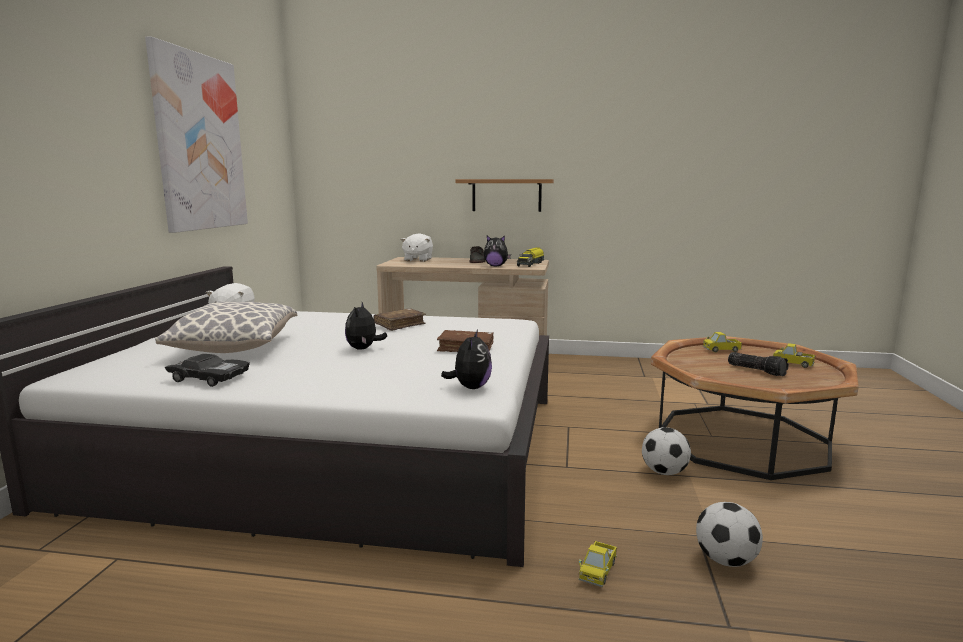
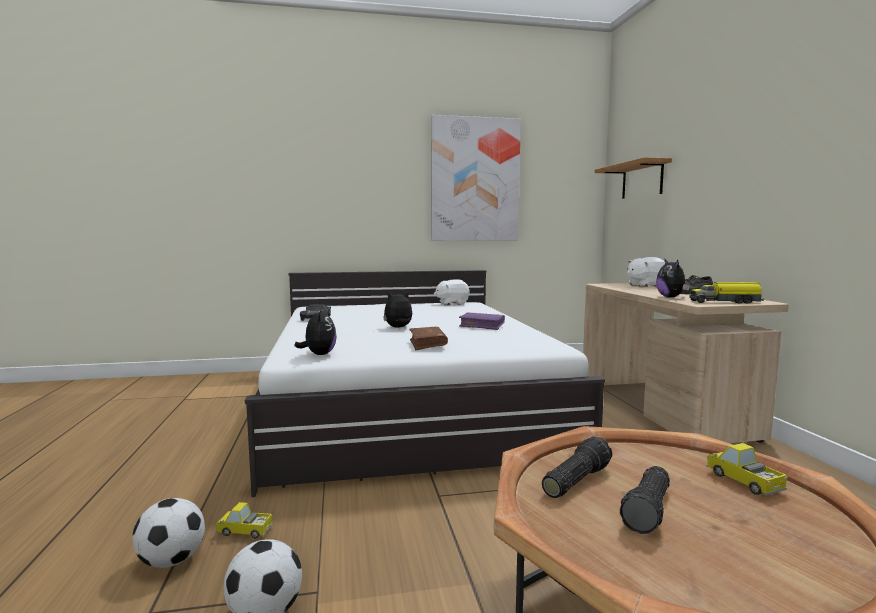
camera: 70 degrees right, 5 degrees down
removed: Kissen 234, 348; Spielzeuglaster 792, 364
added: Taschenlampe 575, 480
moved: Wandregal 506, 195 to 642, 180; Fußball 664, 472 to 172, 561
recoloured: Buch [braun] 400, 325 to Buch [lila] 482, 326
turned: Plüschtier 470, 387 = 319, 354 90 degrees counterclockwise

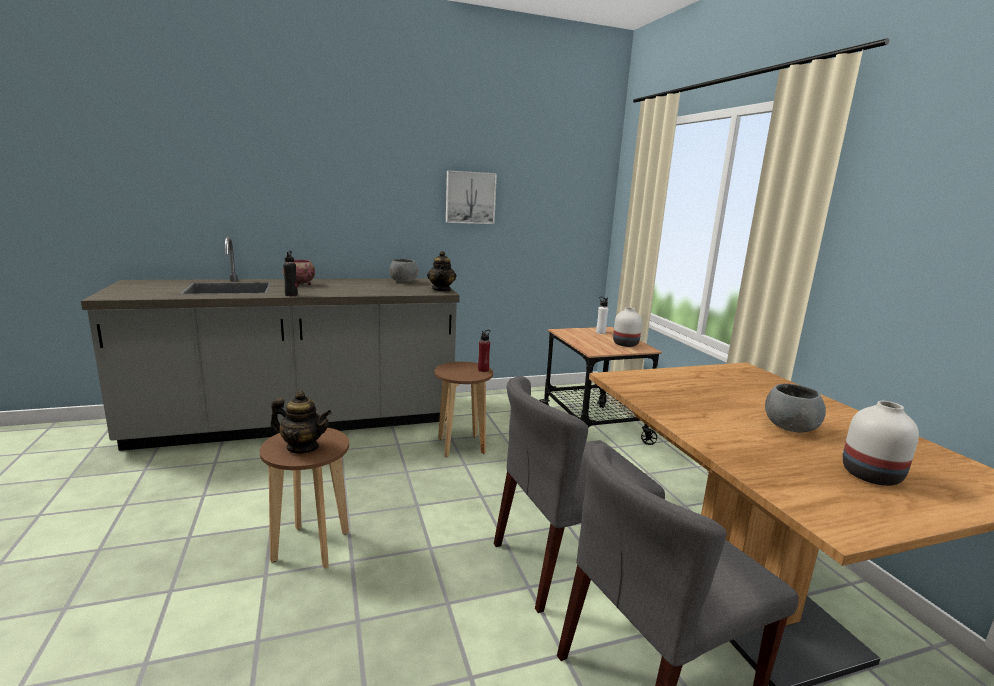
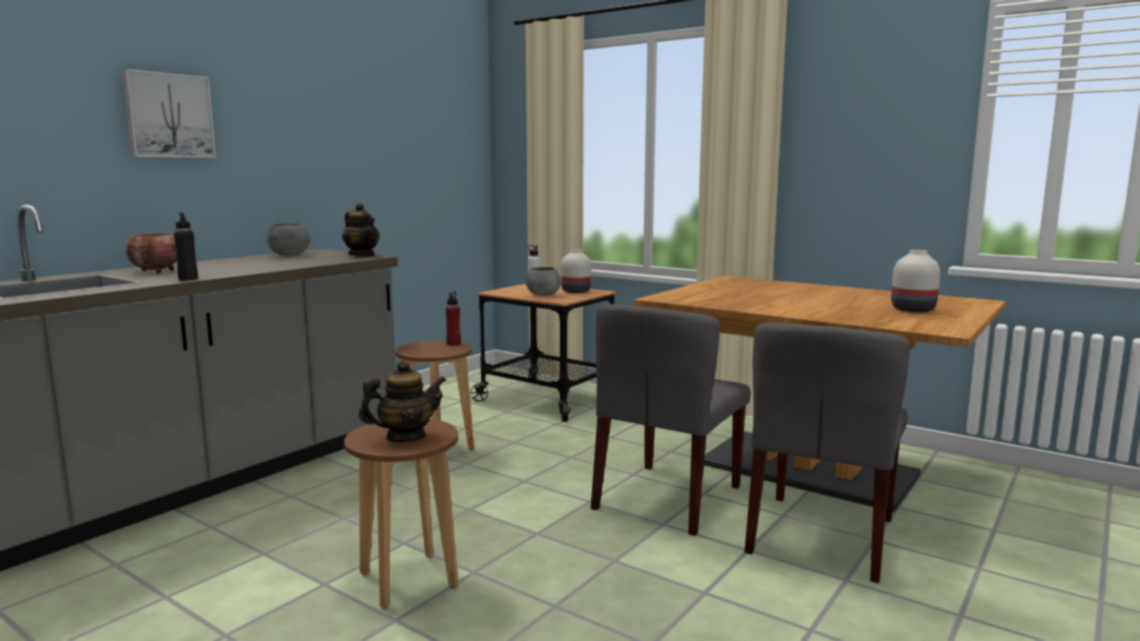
camera: 35 degrees left, 5 degrees down
moved: Bild 470, 197 to 168, 116; Schüssel [grau] 789, 428 to 543, 295

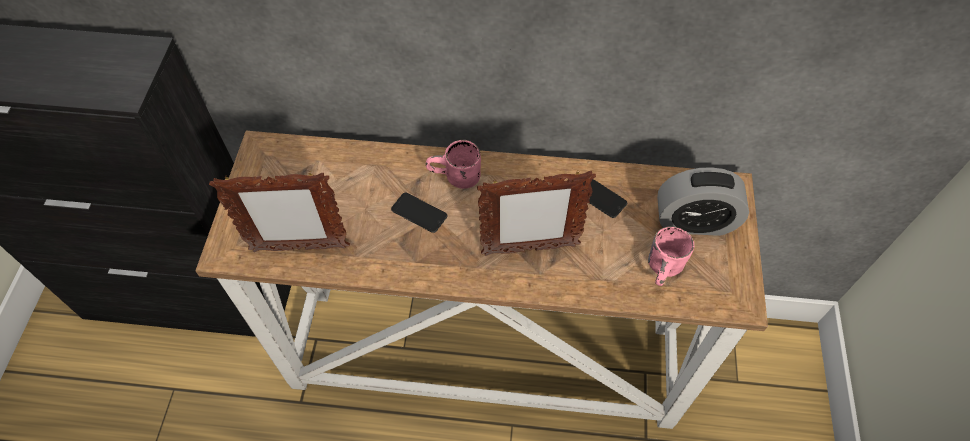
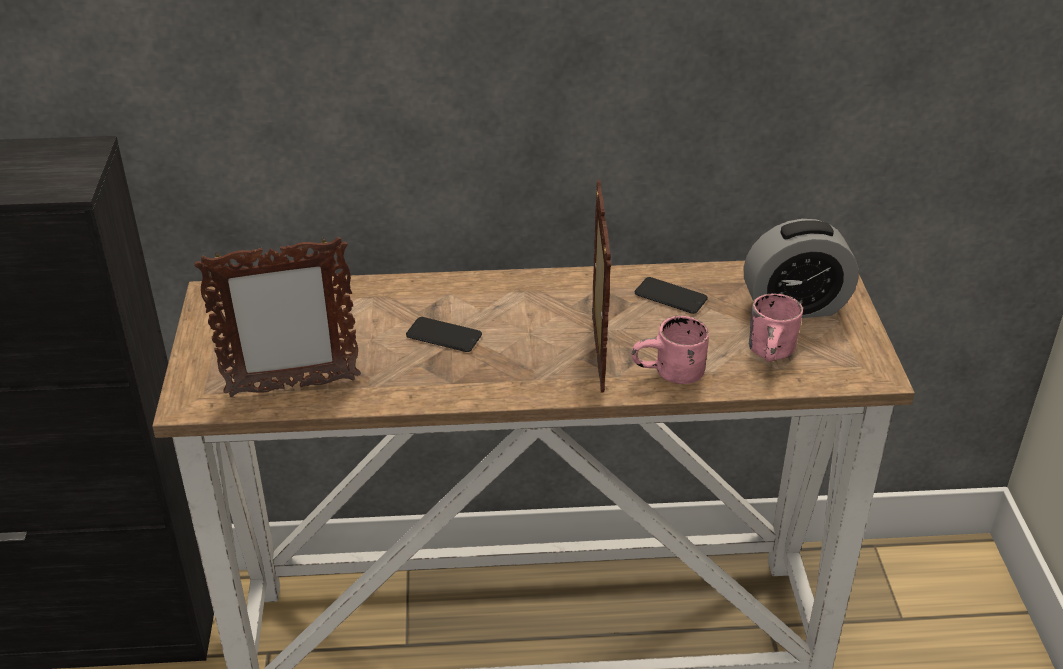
camera: 10 degrees left, 20 degrees down
moved: Henkelbecher [rosa] 455, 179 to 671, 375
turned: Bilderrahmen 529, 249 = 596, 354 75 degrees counterclockwise

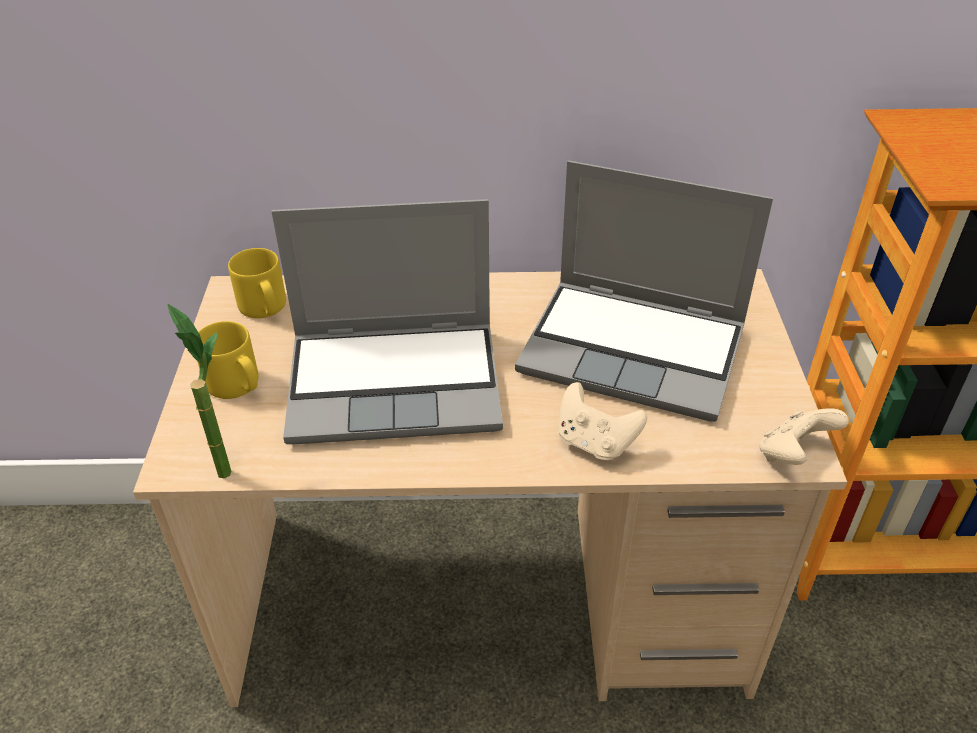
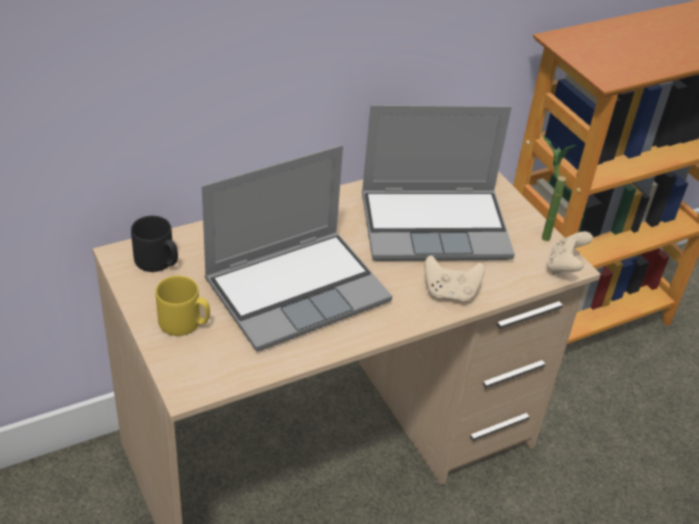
camera: 30 degrees left, 0 degrees up
moved: Topfpflanze 223, 462 to 538, 233
recoloured: Henkelbecher [gelb] 264, 308 to Henkelbecher [schwarz] 158, 262

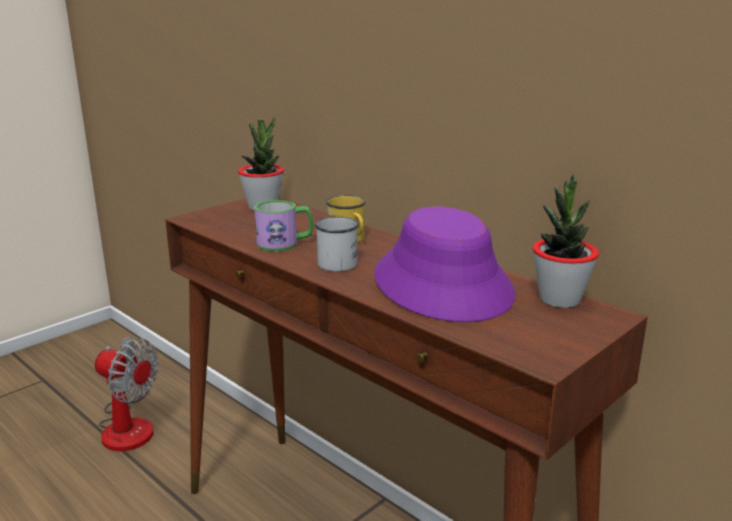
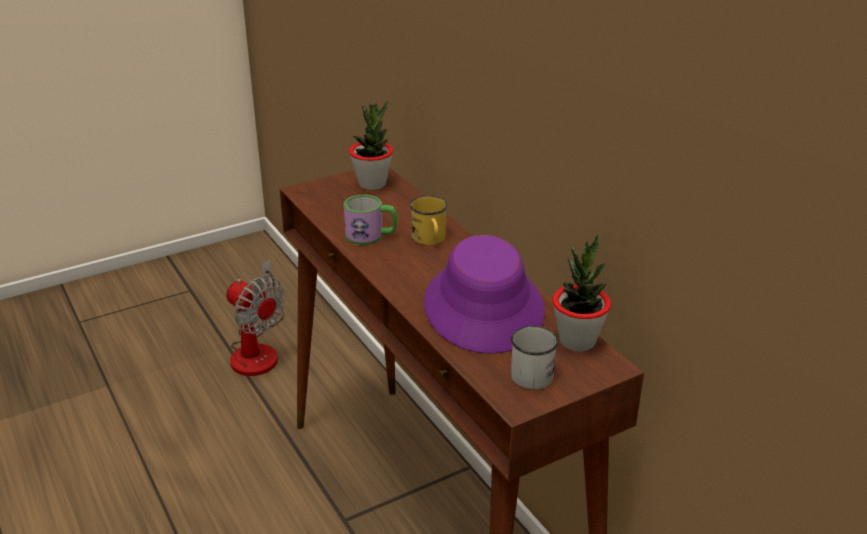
camera: 15 degrees right, 10 degrees up
moved: Henkelbecher [weiß] 336, 261 to 532, 372

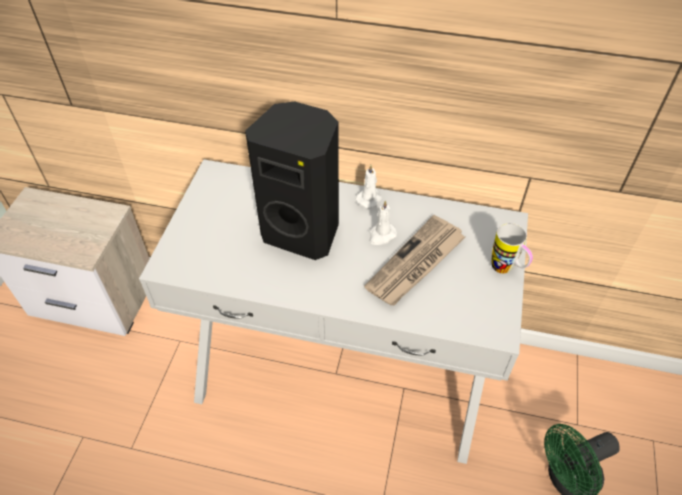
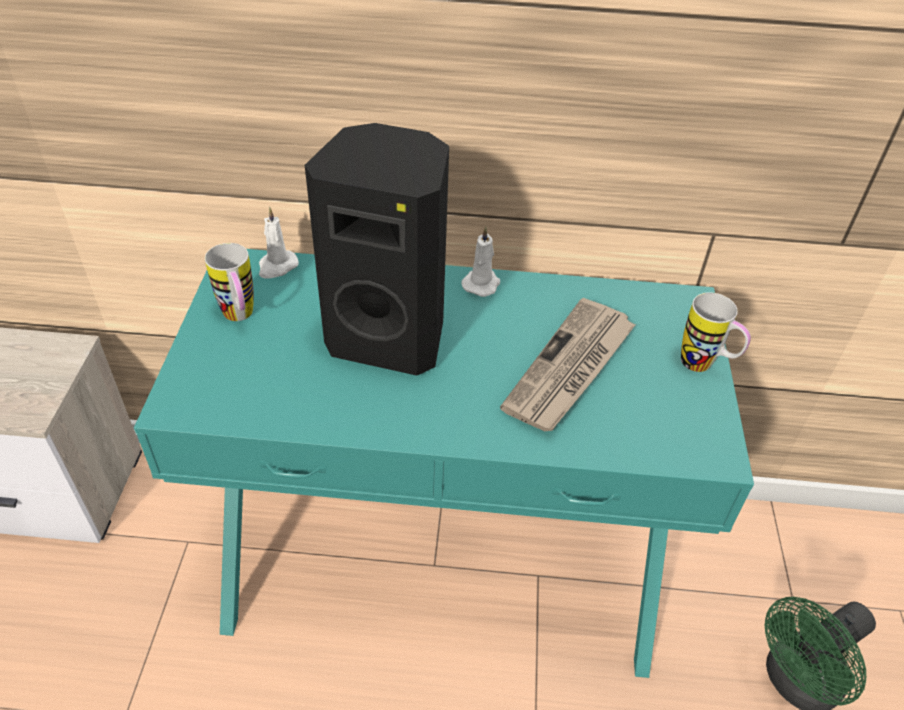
camera: 10 degrees left, 5 degrees down
added: Henkelbecher 240, 318
moved: Kerze [weiß] 381, 235 to 277, 266
recoloured: Konsolentisch [weiß] 342, 370 to Konsolentisch [türkis] 443, 560

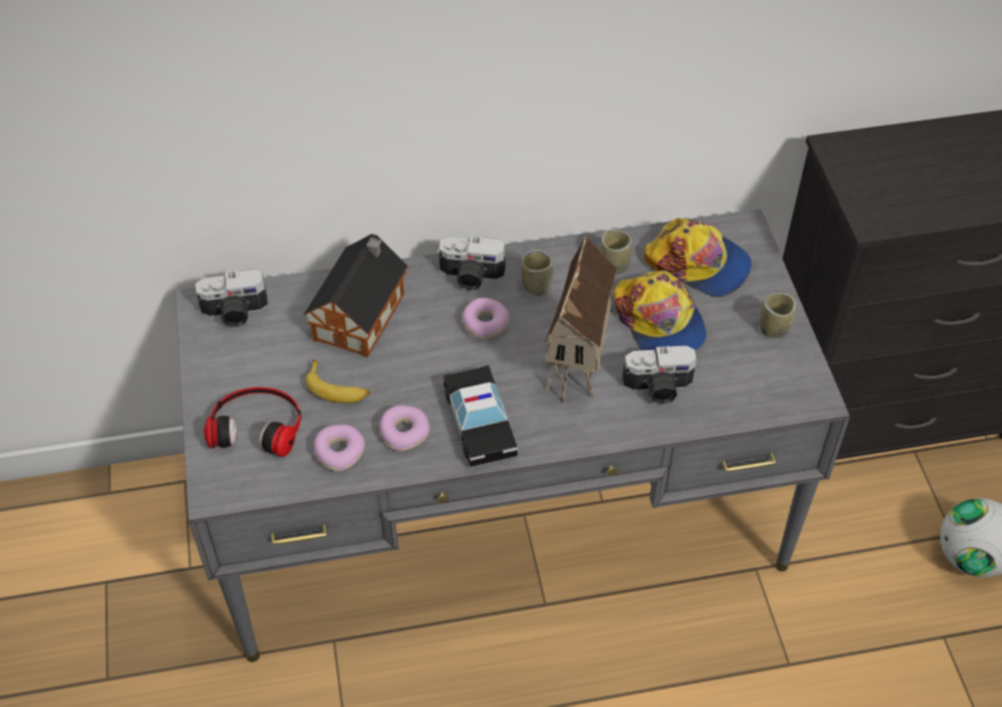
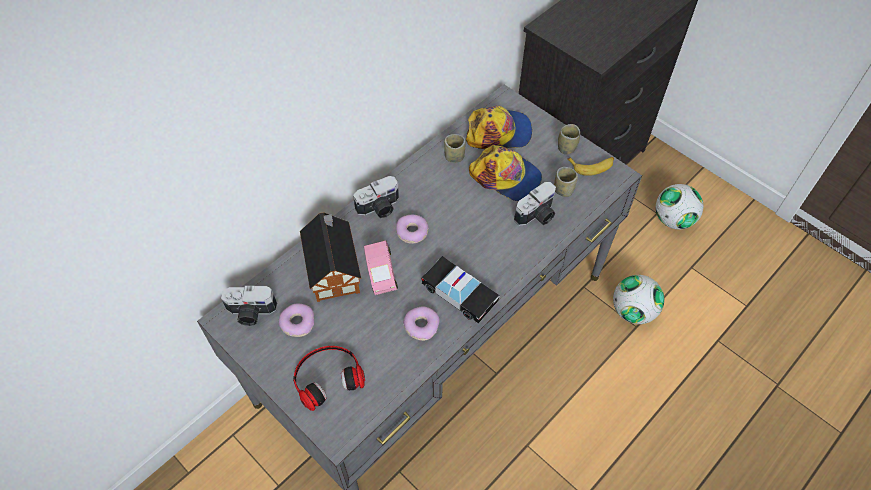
camera: 35 degrees left, 5 degrees up
removed: Spielzeughaus 578, 371
added: Spielzeugauto [rosa] 380, 273; Fußball 633, 311
moved: Banane 337, 388 to 592, 166; Donut 339, 451 to 297, 323; Tasse 536, 286 to 563, 190
turned: Kamera 235, 313 = 251, 313 45 degrees clockwise

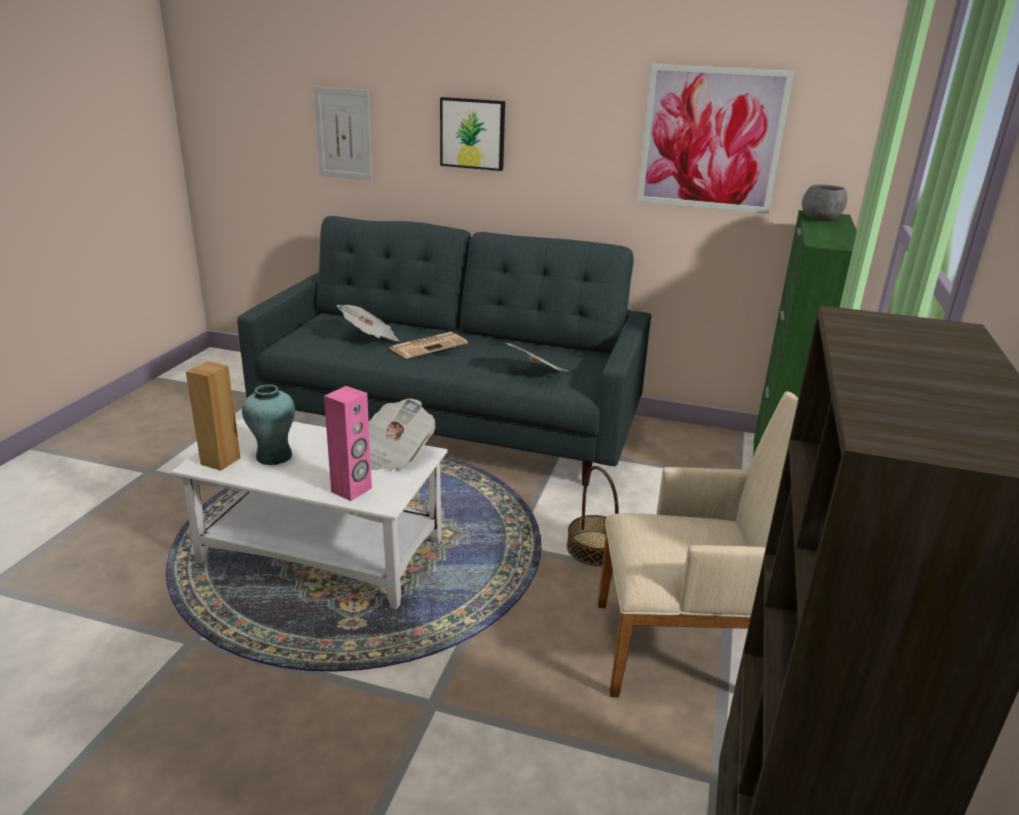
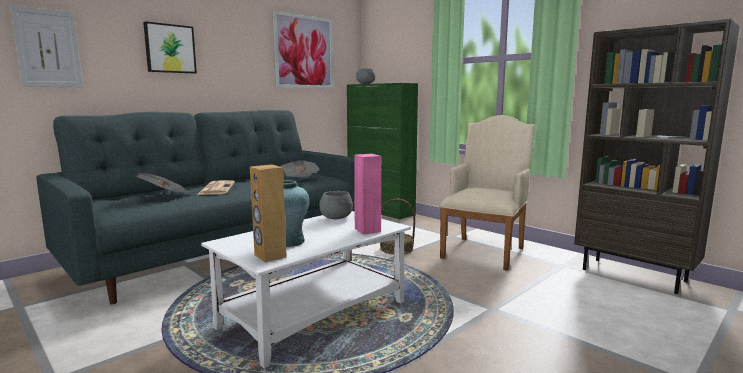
camera: 60 degrees left, 15 degrees down
replaced: Zeitung 394, 454 to Schüssel [grau] 336, 218

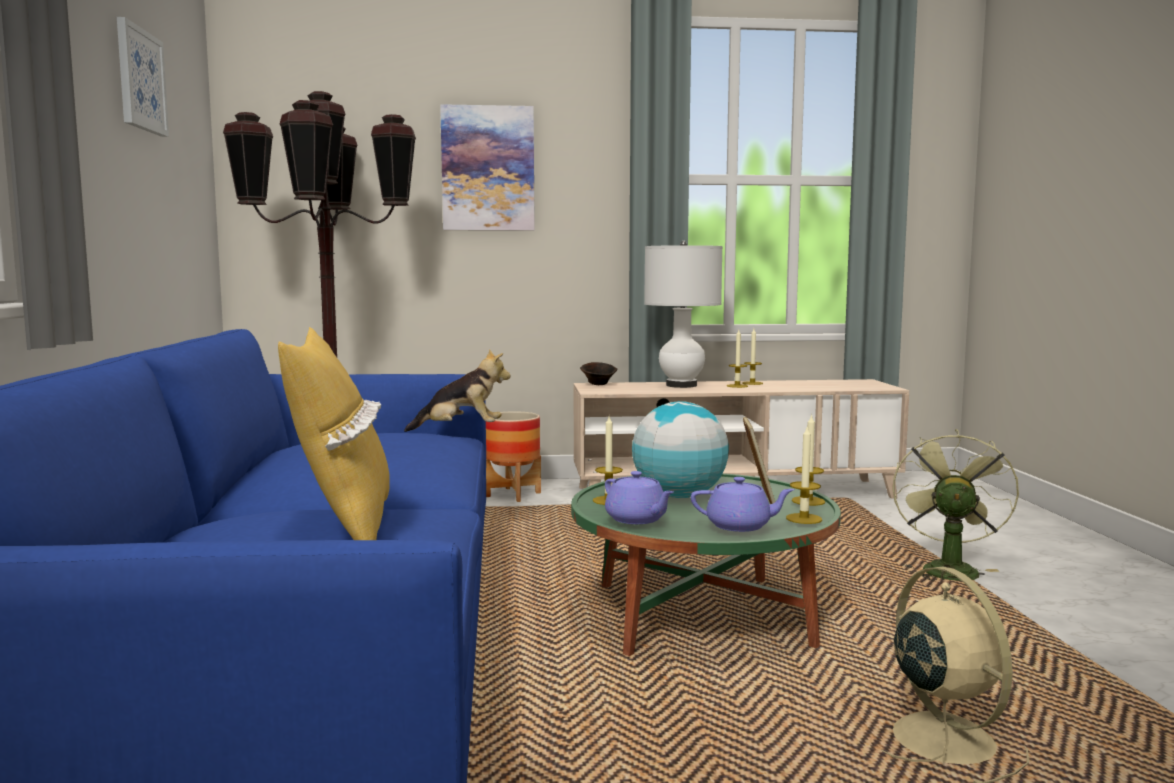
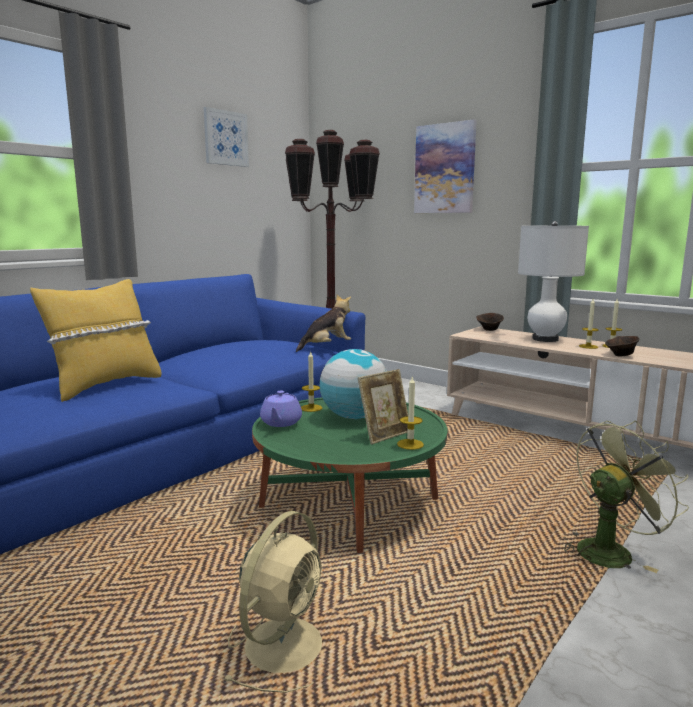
camera: 45 degrees right, 5 degrees up
removed: Pflanzkübel 513, 494; Teekanne [lila] 740, 526; Kerze 804, 519
added: Schüssel [braun] 620, 355
turned: Plüschtier 461, 430 = 326, 347 75 degrees counterclockwise

